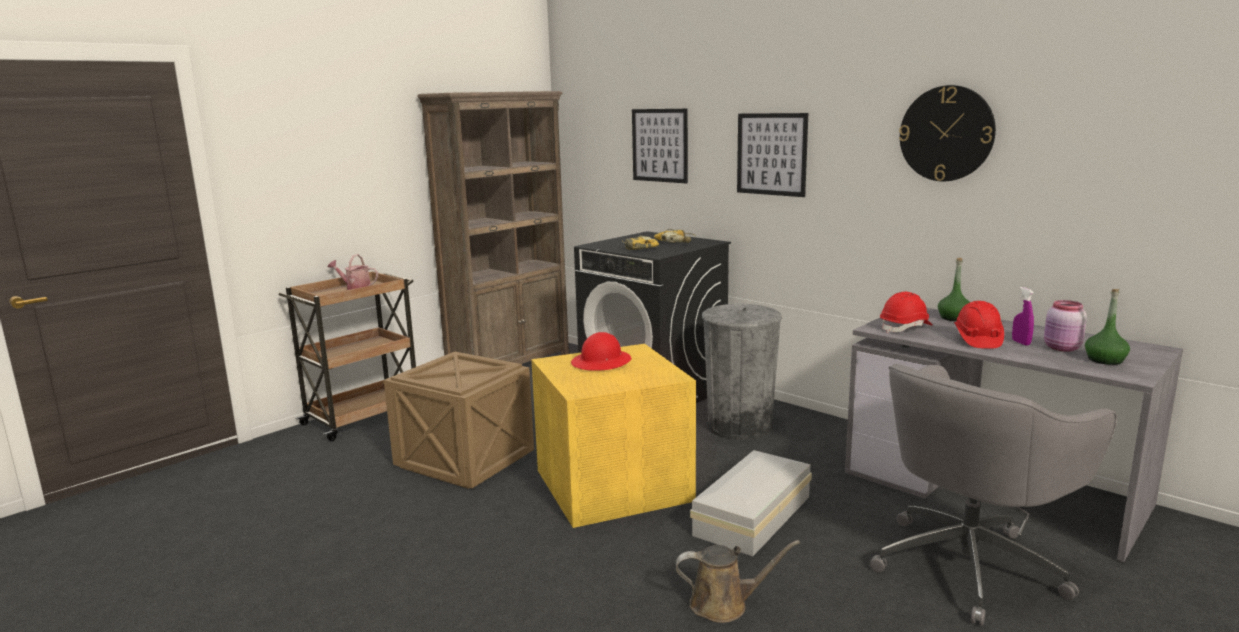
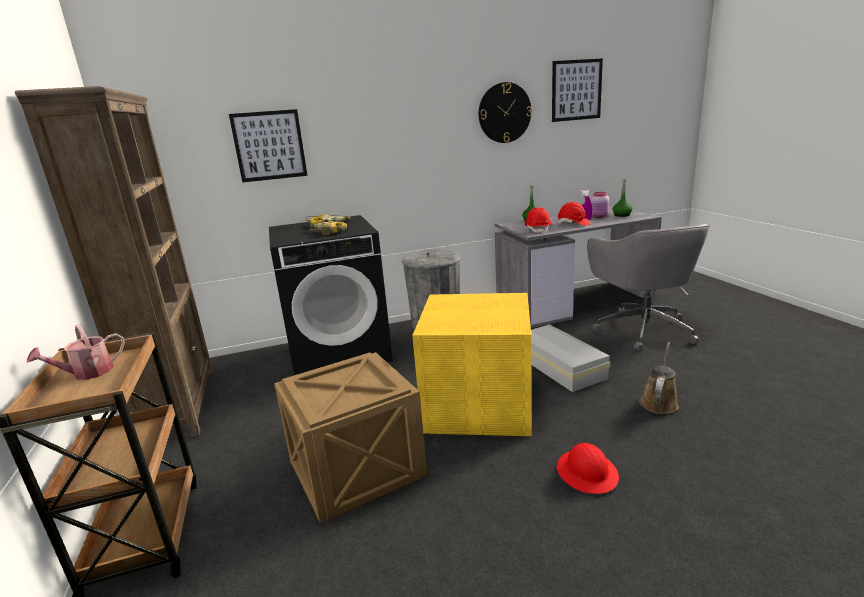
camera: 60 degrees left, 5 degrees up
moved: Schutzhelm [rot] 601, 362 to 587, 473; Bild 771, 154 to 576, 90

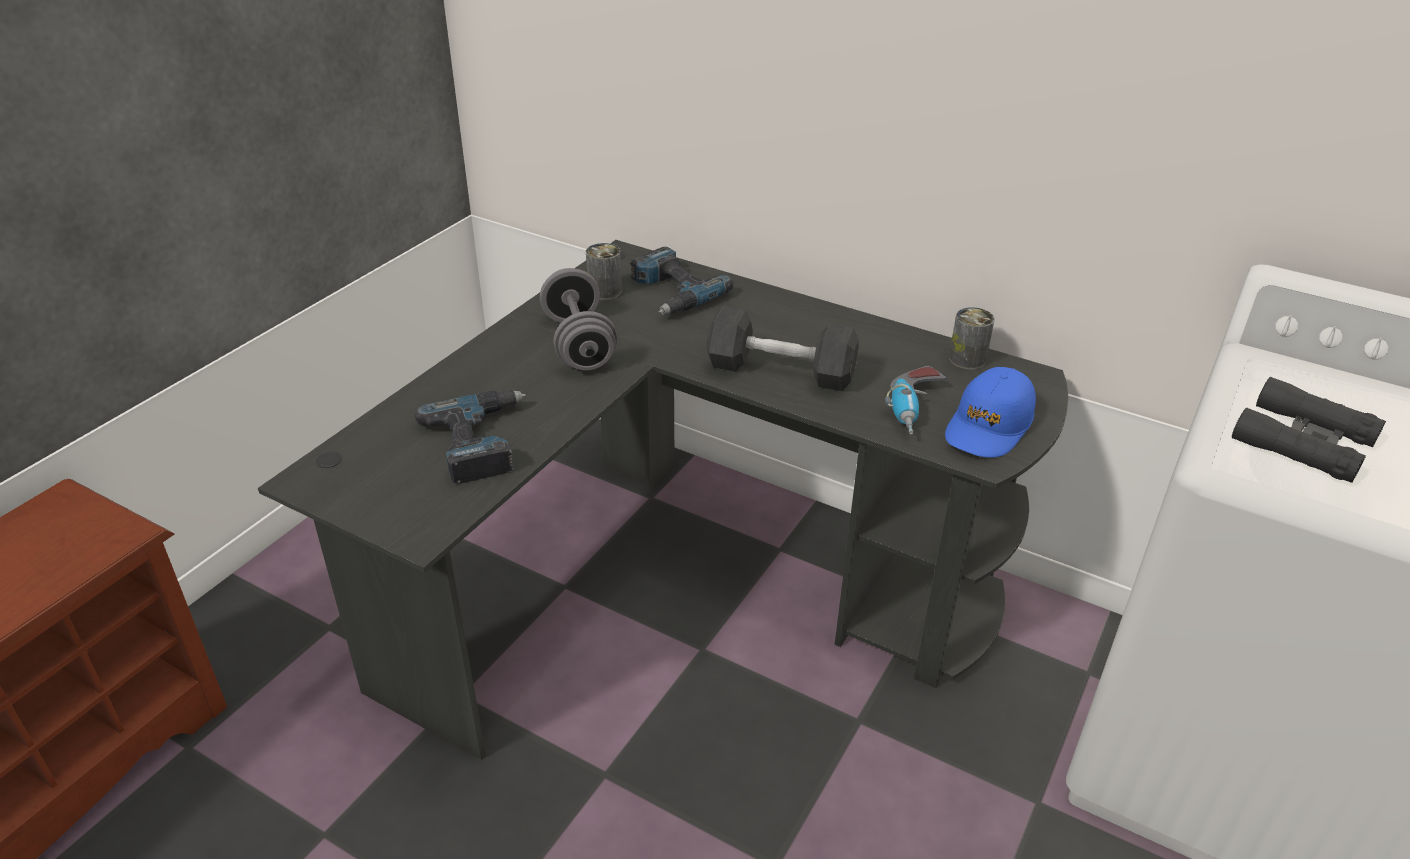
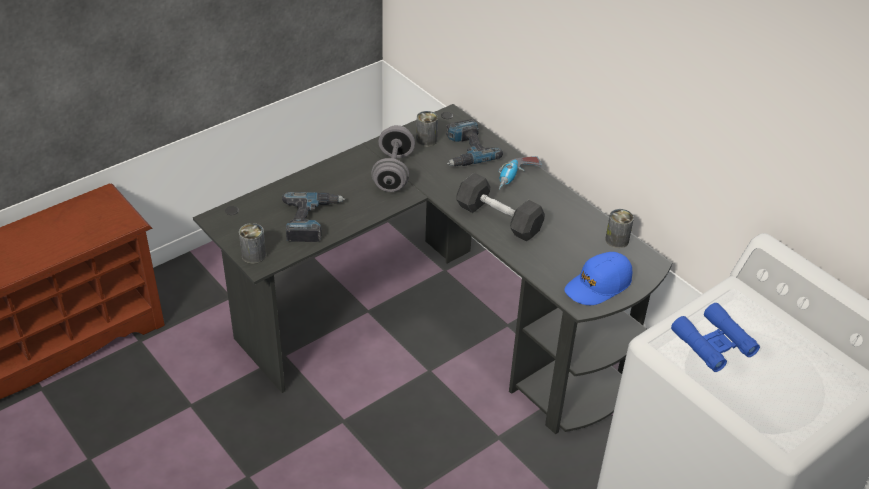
camera: 20 degrees right, 5 degrees up
added: Dose 253, 255
moved: Bohrmaschine 915, 410 to 516, 179
recoloured: Fernglas [schwarz] 1302, 441 to Fernglas [blau] 713, 343

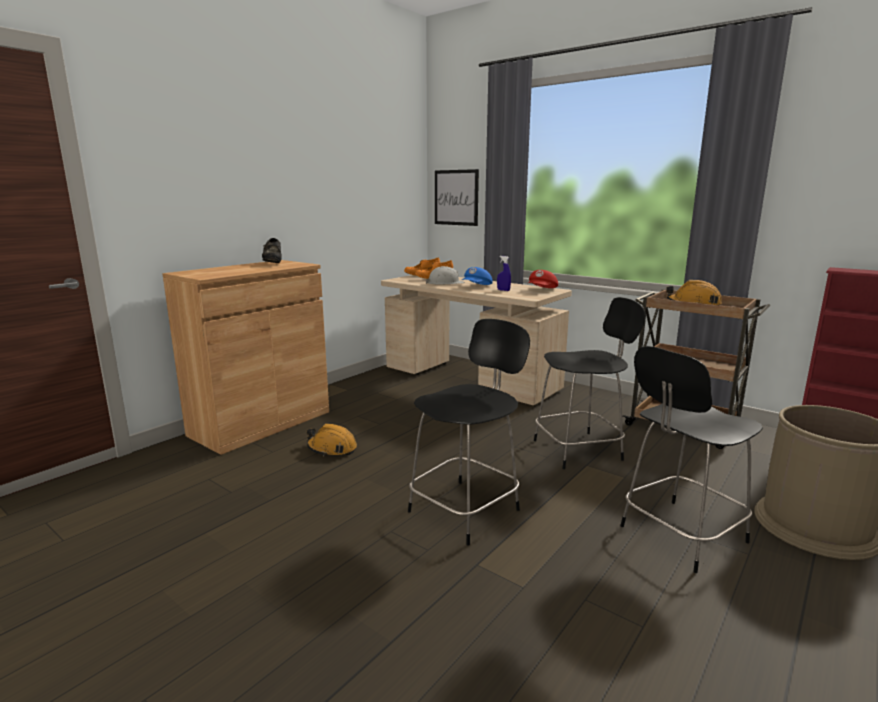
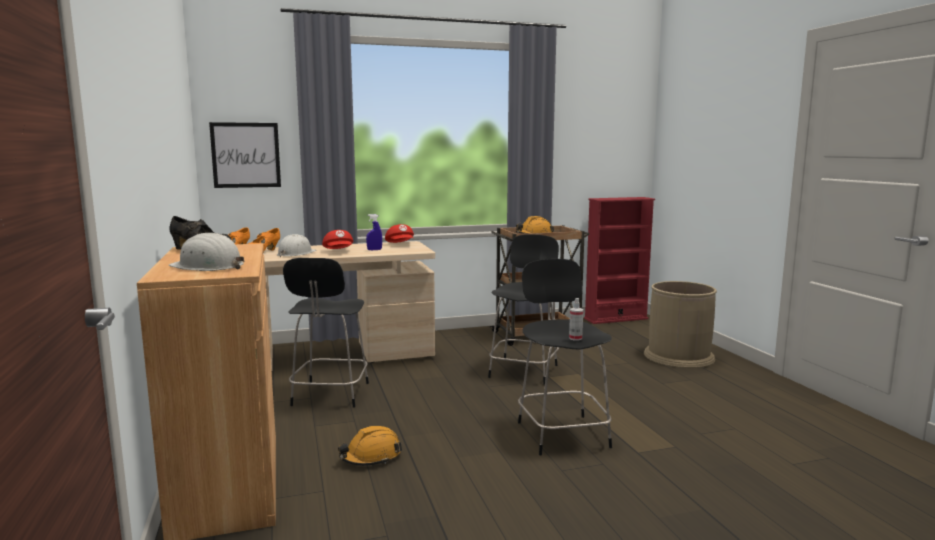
camera: 55 degrees left, 5 degrees down
added: Schutzhelm [weiß] 207, 266; Sprühflasche 575, 338
moved: Hocker [schwarz] 680, 535 to 330, 395
recoloured: Kappe [blau] 477, 287 to Kappe [rot] 339, 251

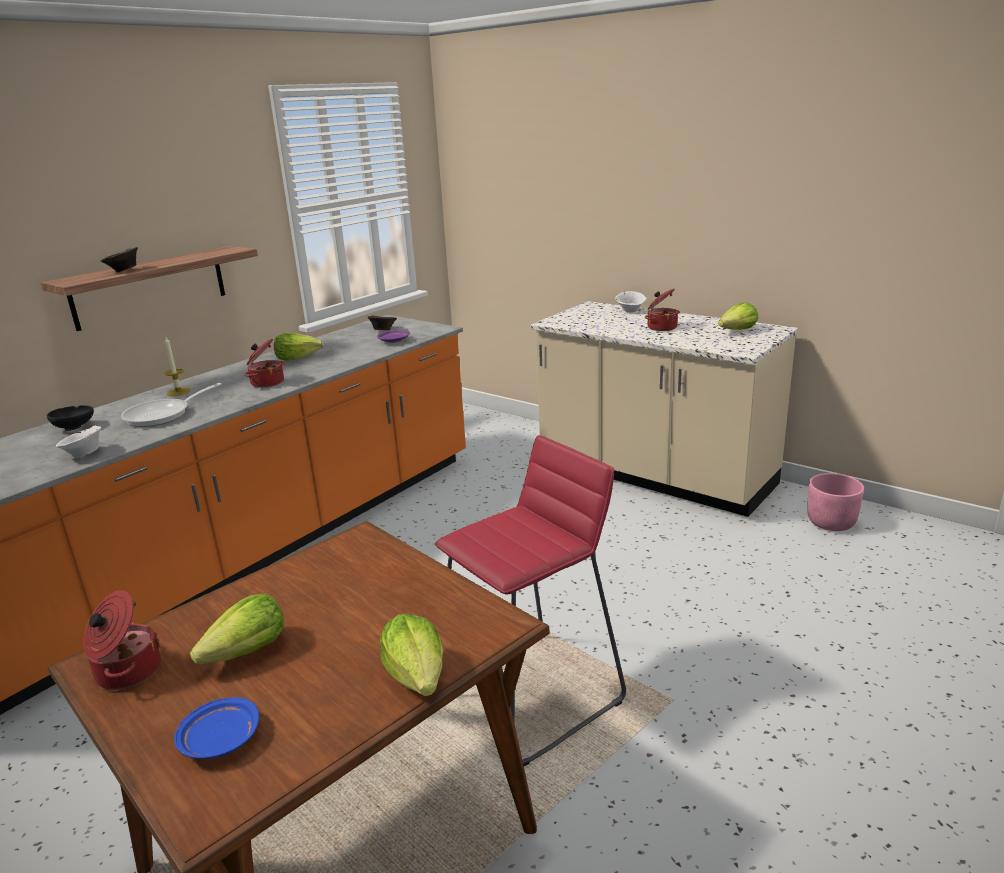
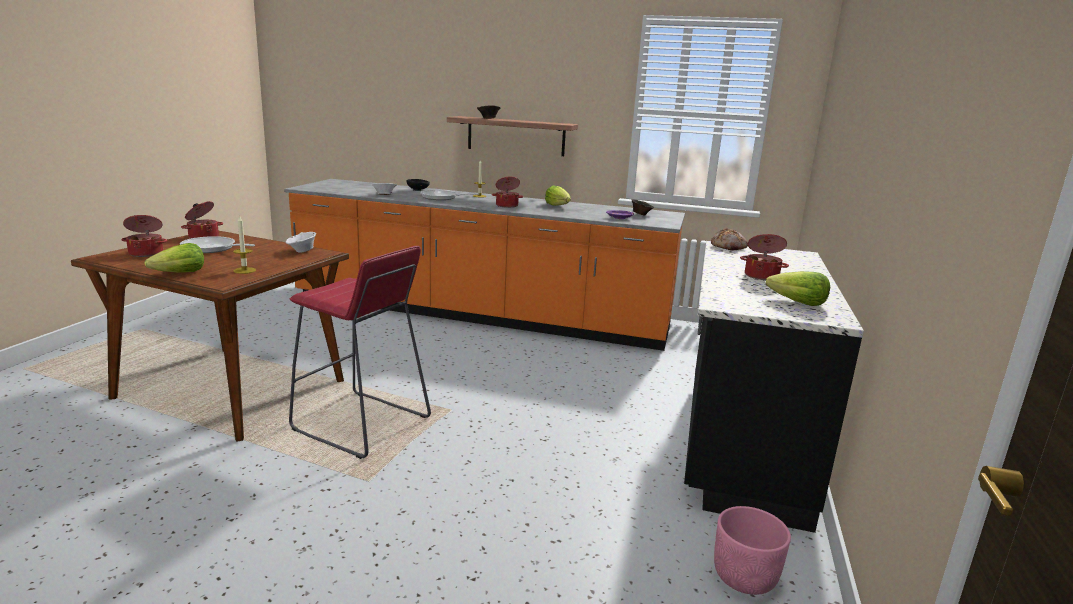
camera: 65 degrees right, 5 degrees down
added: Kerze 244, 270; Brot 729, 247
moved: Schüssel [weiß] 630, 311 to 302, 251
replaced: Teller [blau] 220, 740 to Kochtopf 146, 253; Salatkopf 247, 652 to Pfanne 212, 249
recoloured: Küchenzeile [beige] 654, 475 to Küchenzeile [schwarz] 739, 444

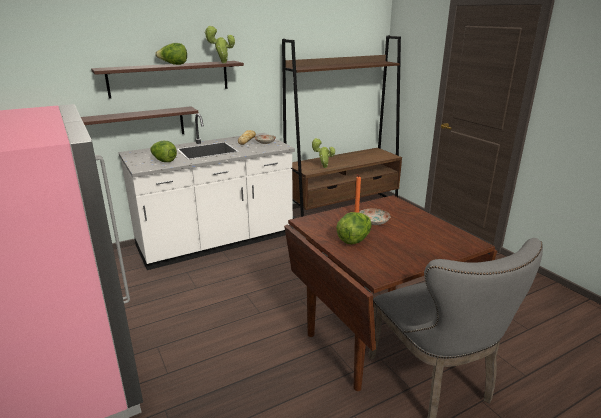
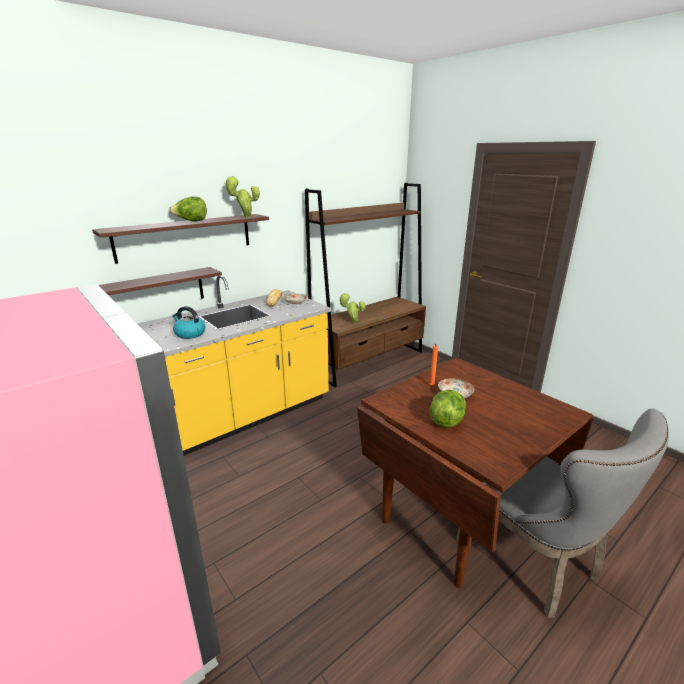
camera: 10 degrees left, 0 degrees up
replaced: Salatkopf 164, 161 to Wasserkessel 189, 334
recoloured: Küchenzeile [weiß] 216, 242 to Küchenzeile [gelb] 246, 415

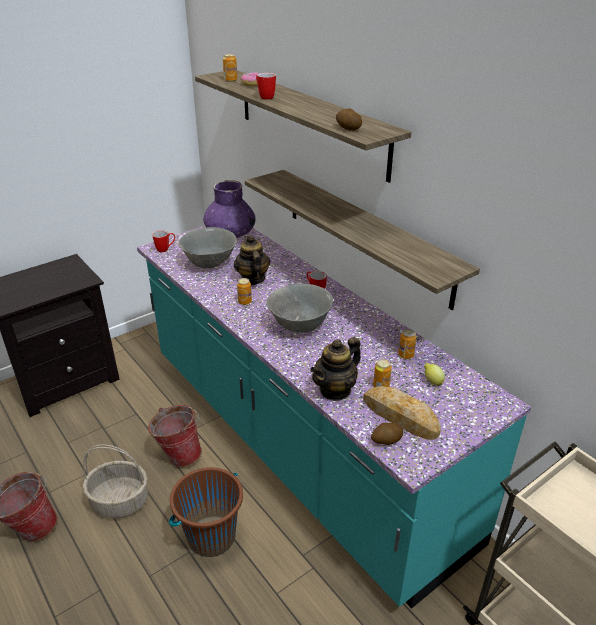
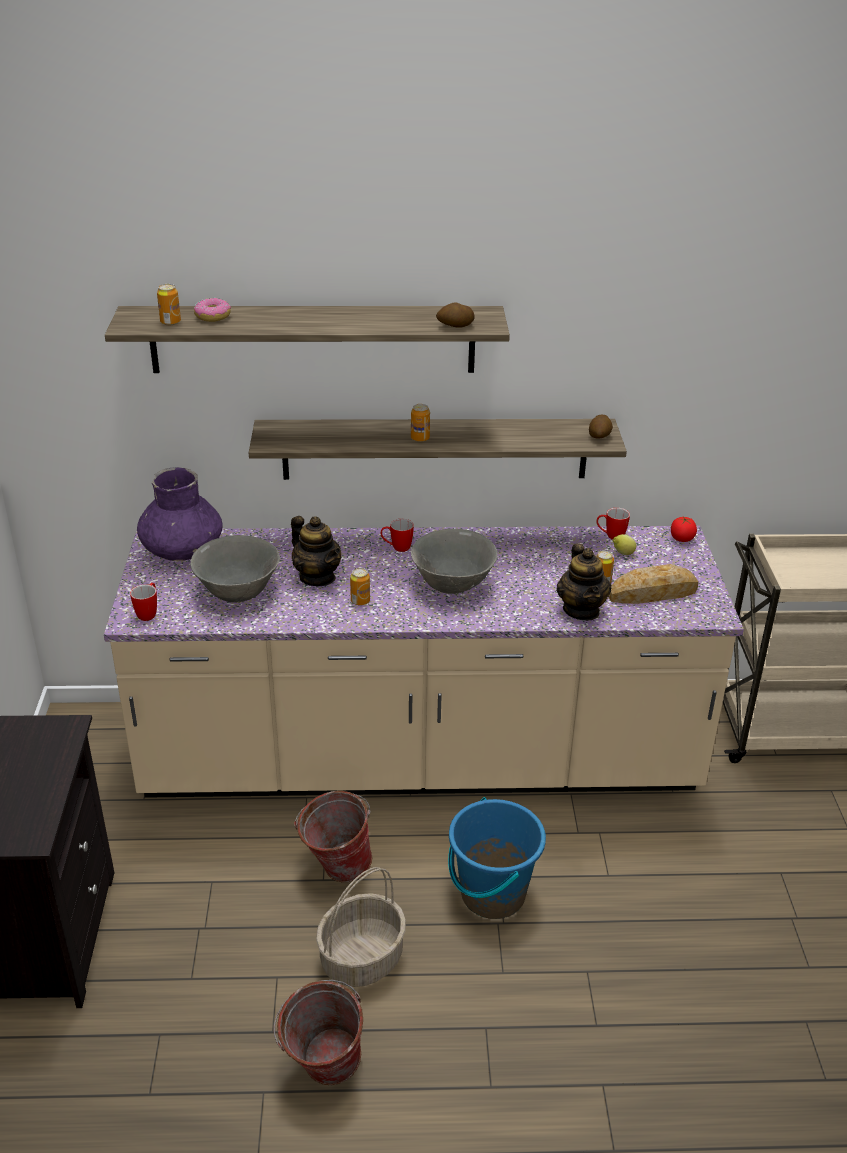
camera: 55 degrees left, 0 degrees up
added: Tomate 682, 538
moved: Henkelbecher 264, 97 to 610, 536; Kartoffel 386, 441 to 599, 436; Dose 406, 355 to 420, 438
recoloured: Küchenzeile [türkis] 298, 442 to Küchenzeile [beige] 420, 758; Eimer [braun] 211, 536 to Eimer [blau] 492, 894
turned: Teekanne 252, 279 = 317, 577 150 degrees counterclockwise

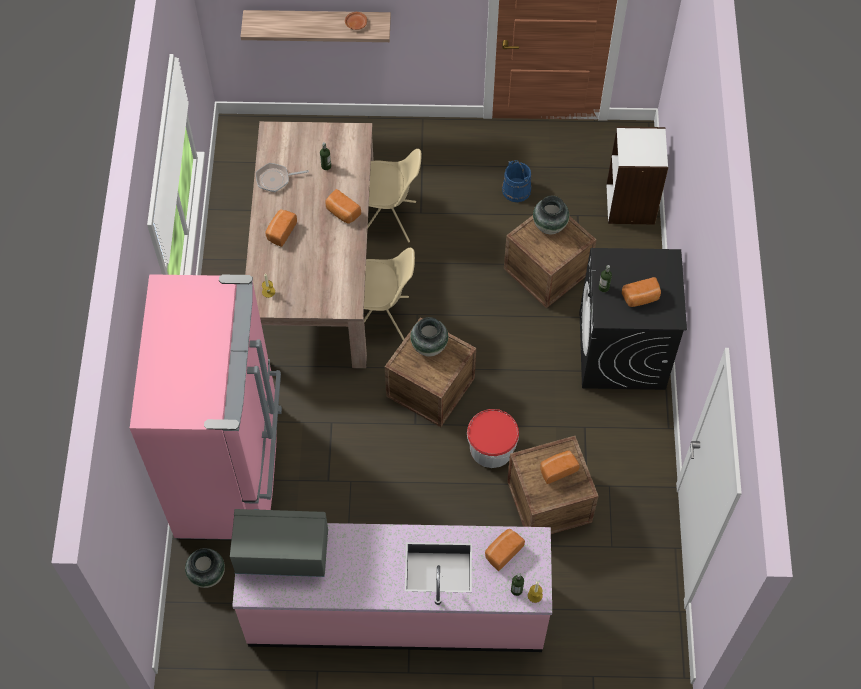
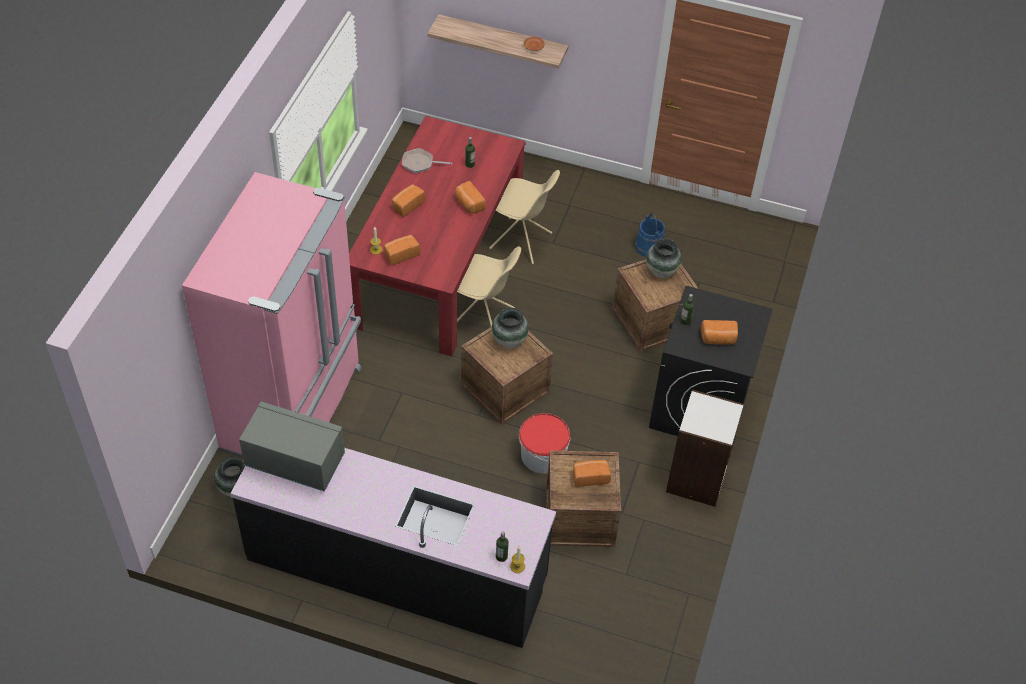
camera: 15 degrees right, 10 degrees down
moved: Brot 502, 552 to 401, 254; Bücherregal [weiß] 631, 204 to 697, 479
recoloured: Küchenzeile [rosa] 396, 610 to Küchenzeile [schwarz] 397, 569; Esstisch [beige] 316, 270 to Esstisch [rot] 438, 265

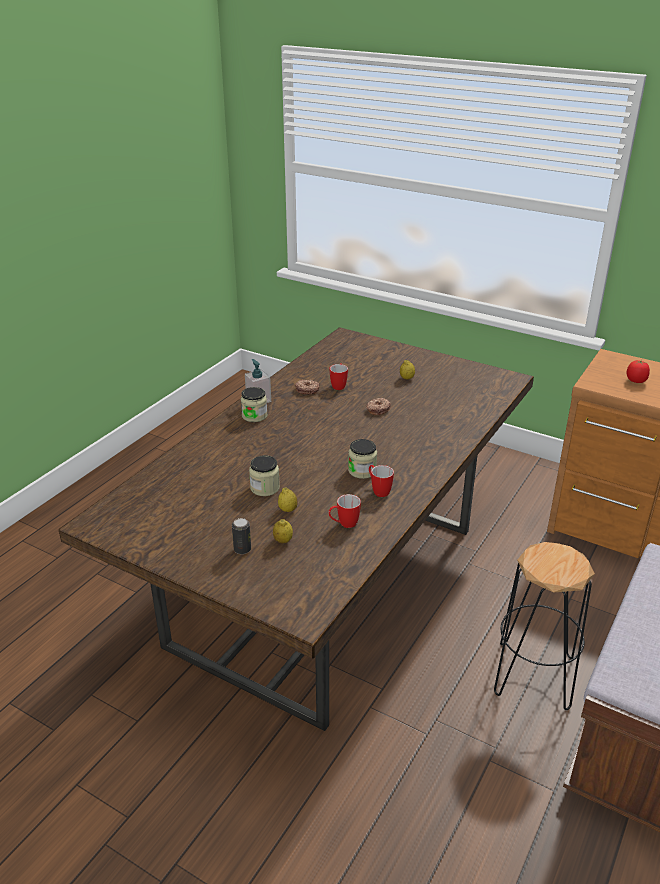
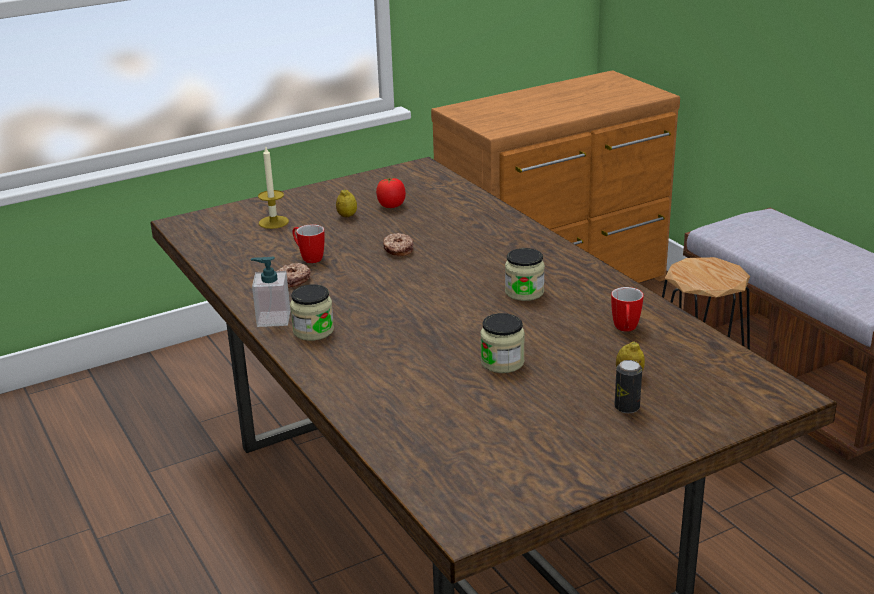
camera: 60 degrees left, 5 degrees down
removed: Zitrone 288, 510; Henkelbecher 378, 490
added: Kerze 273, 222
moved: Tomate 636, 381 to 391, 206

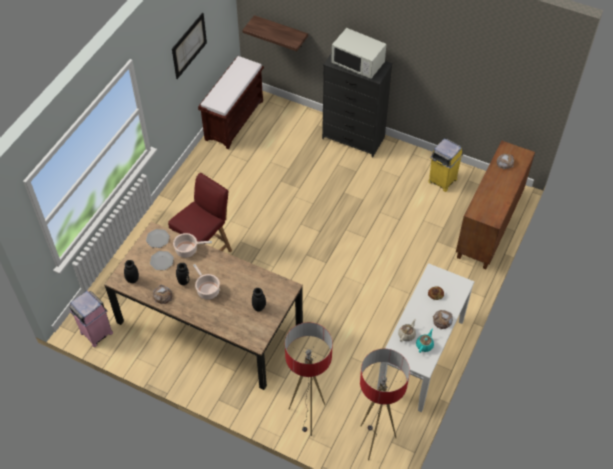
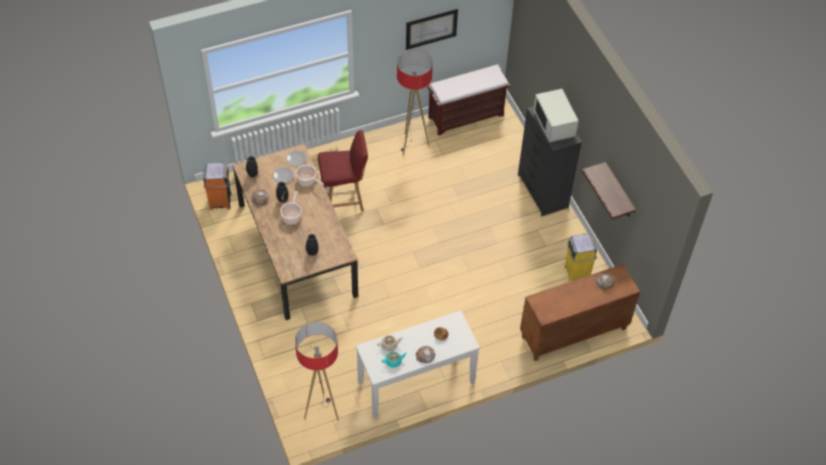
camera: 40 degrees right, 0 degrees up
moved: Wandregal 281, 31 to 619, 192; Stehlampe 308, 416 to 412, 145
recoloured: Mülleimer [rosa] 96, 332 to Mülleimer [orange] 220, 201

